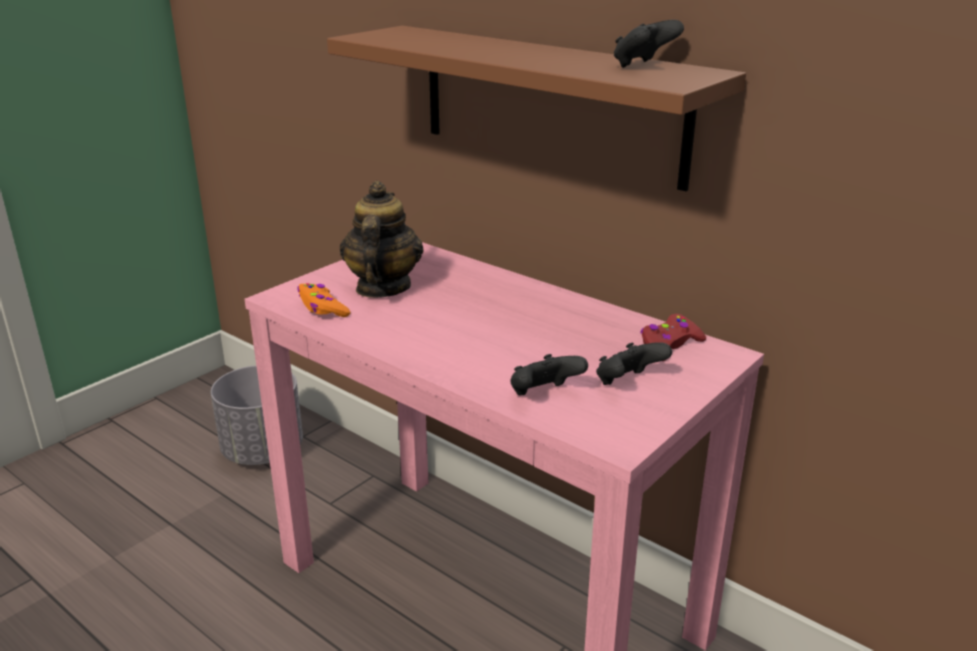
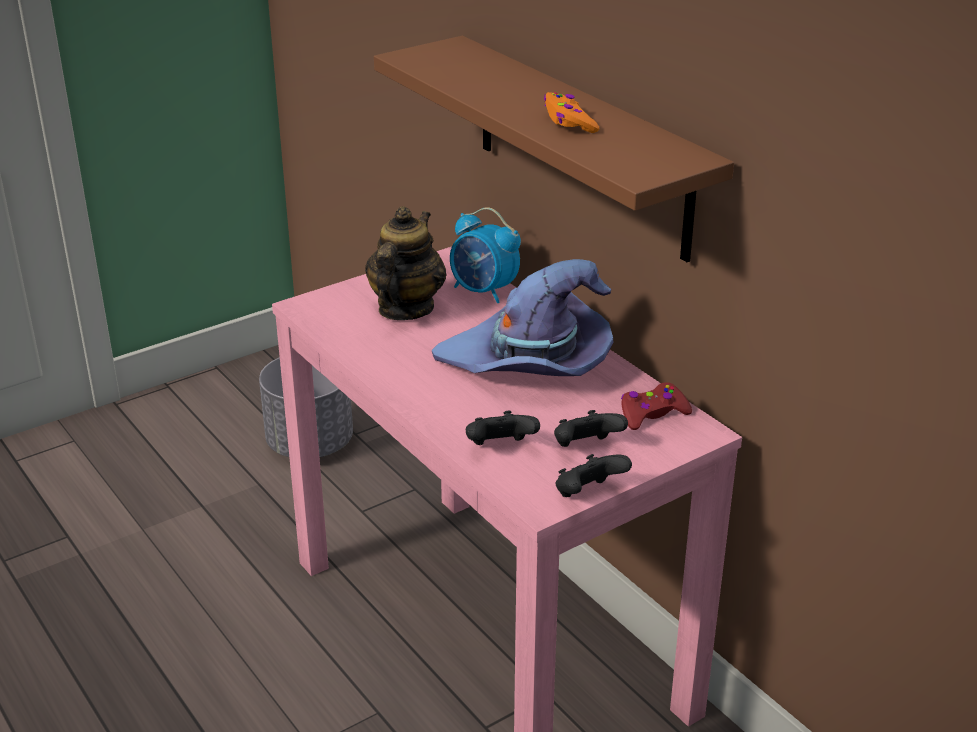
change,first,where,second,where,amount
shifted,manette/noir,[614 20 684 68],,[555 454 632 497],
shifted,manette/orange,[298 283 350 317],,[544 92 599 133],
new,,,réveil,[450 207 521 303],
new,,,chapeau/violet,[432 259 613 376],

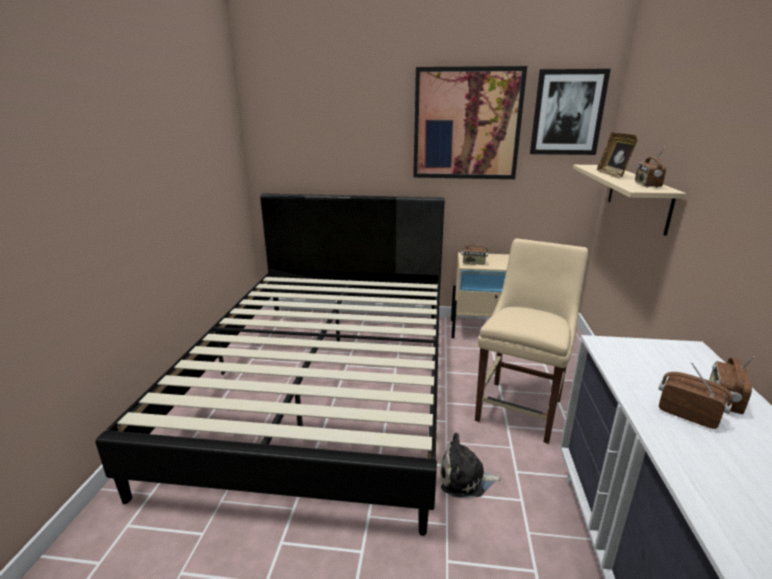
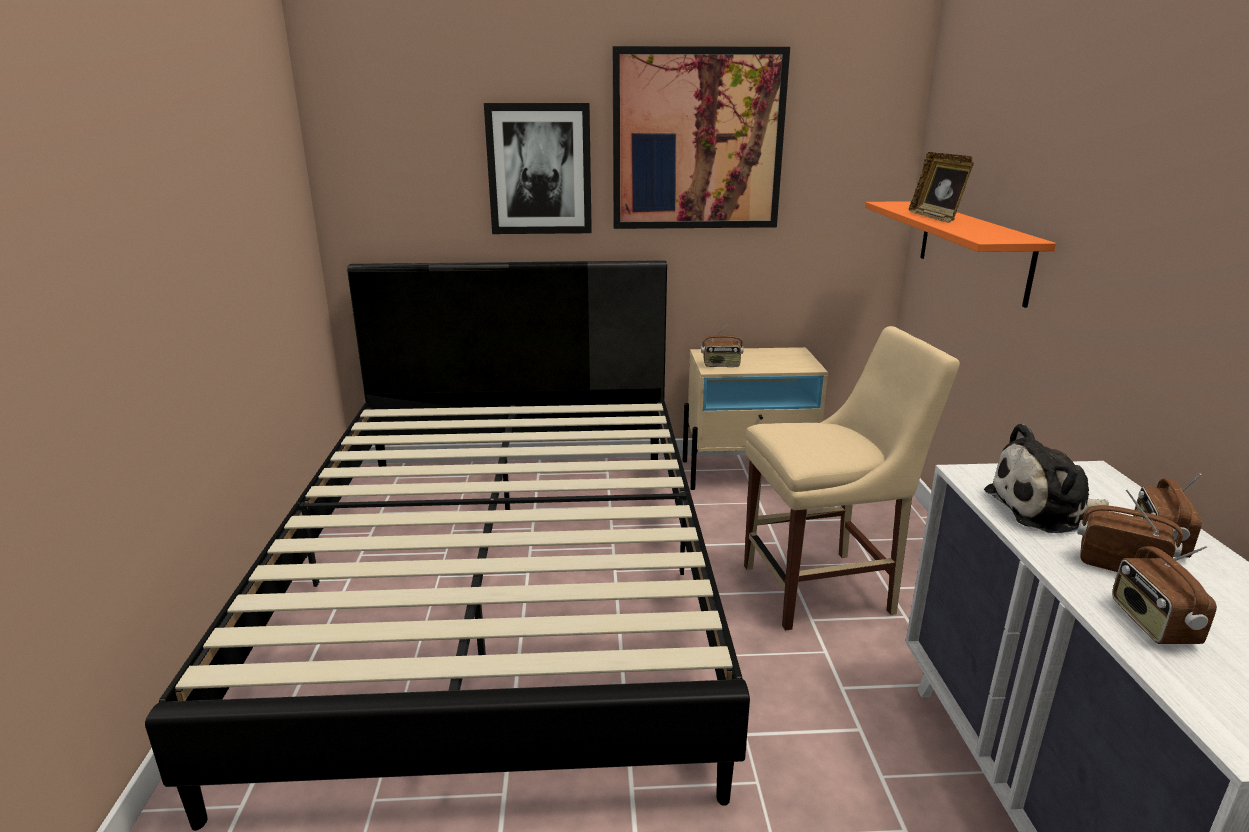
change,first,where,second,where,amount
shifted,tableau,[530 69 611 155],,[484 103 592 234],
shifted,radio,[635 148 666 188],,[1112 546 1217 644],
repainted,étagère/beige,[573 165 686 236],étagère/orange,[865 201 1056 308],
rotated,chaise/beige,[475 238 588 444],,[744 326 960 631],60 degrees clockwise
shifted,peluche,[441 433 502 497],,[984 424 1109 533],

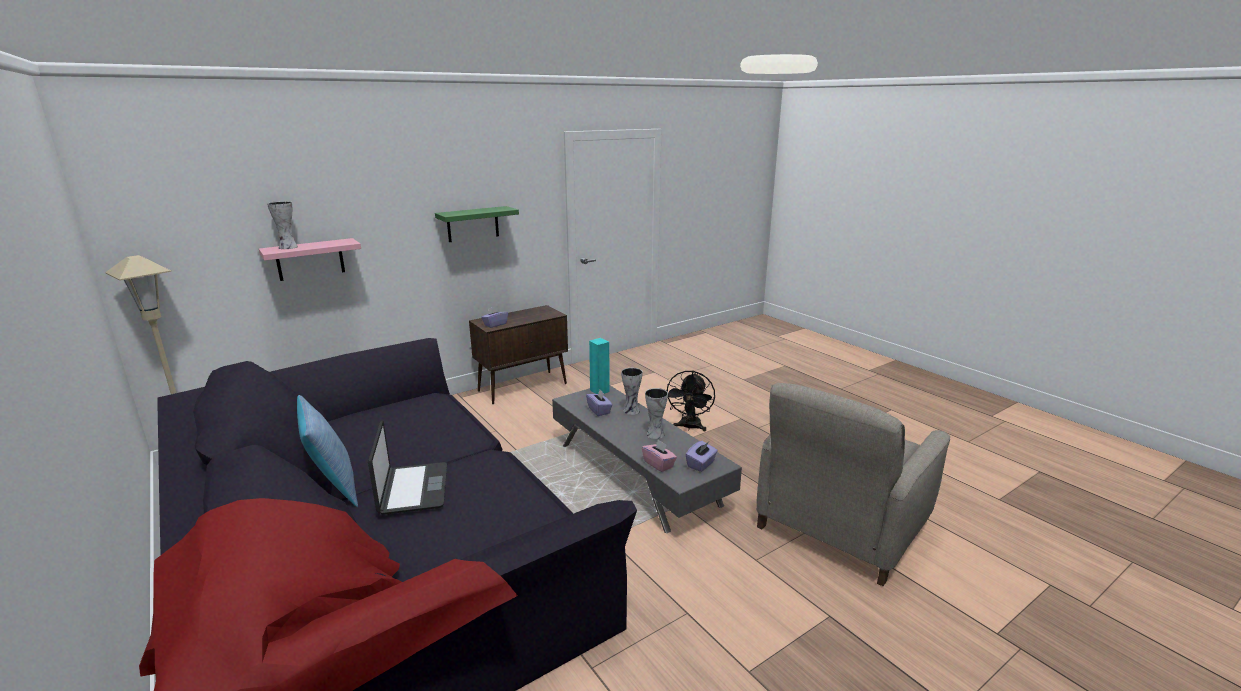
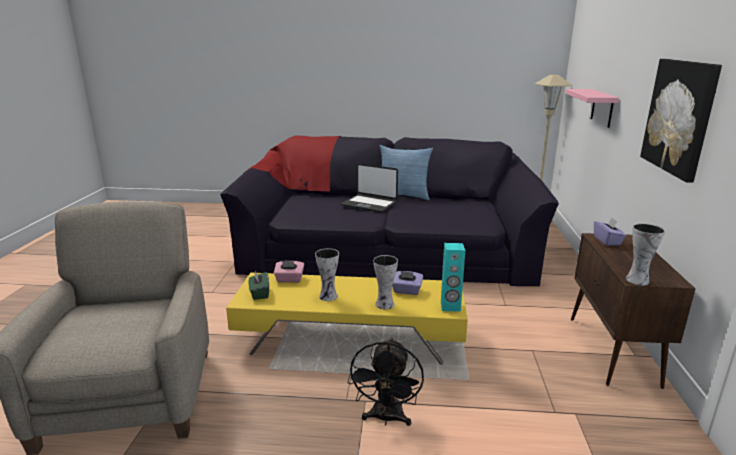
change,first,where,second,where,amount
shifted,vase,[267 201 298 249],,[626 223 665 285],
swapped,étagère/vert,[435 206 519 242],tableau,[640 59 722 183],
rotated,ventilateur/noir,[667 370 715 432],,[348 338 424 426],135 degrees counterclockwise
repainted,table basse/gris,[552 386 742 533],table basse/jaune,[226 273 468 365],
repainted,boîte à mouchoirs/violet,[686 441 718 472],boîte à mouchoirs/vert,[249 271 269 300],

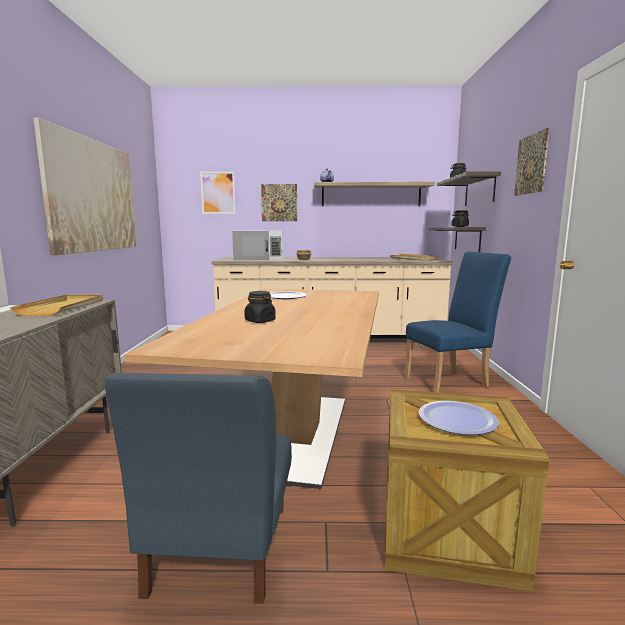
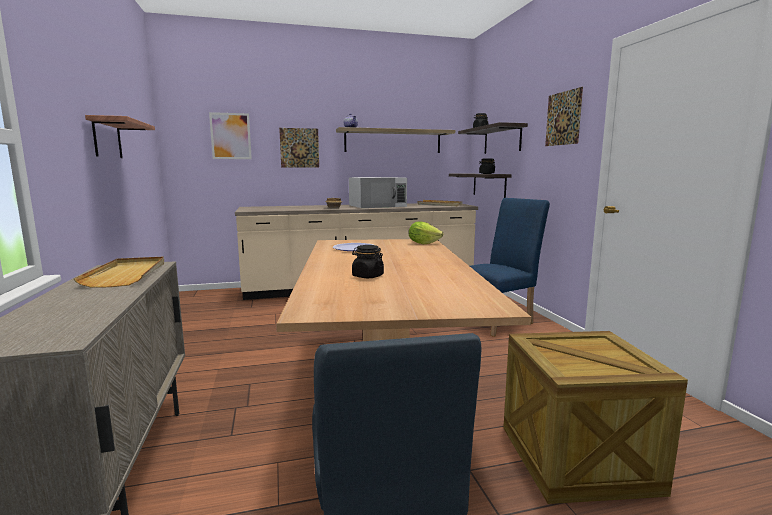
change,first,where,second,where,amount
swapped,tableau,[33 118 136 255],étagère,[85 115 155 158],
shifted,micro-ondes/blanc,[232 231 283 261],,[349 177 407 208],
gone,assiette,[419 401 499 435],,,
new,,,laitue,[409 221 443 244],

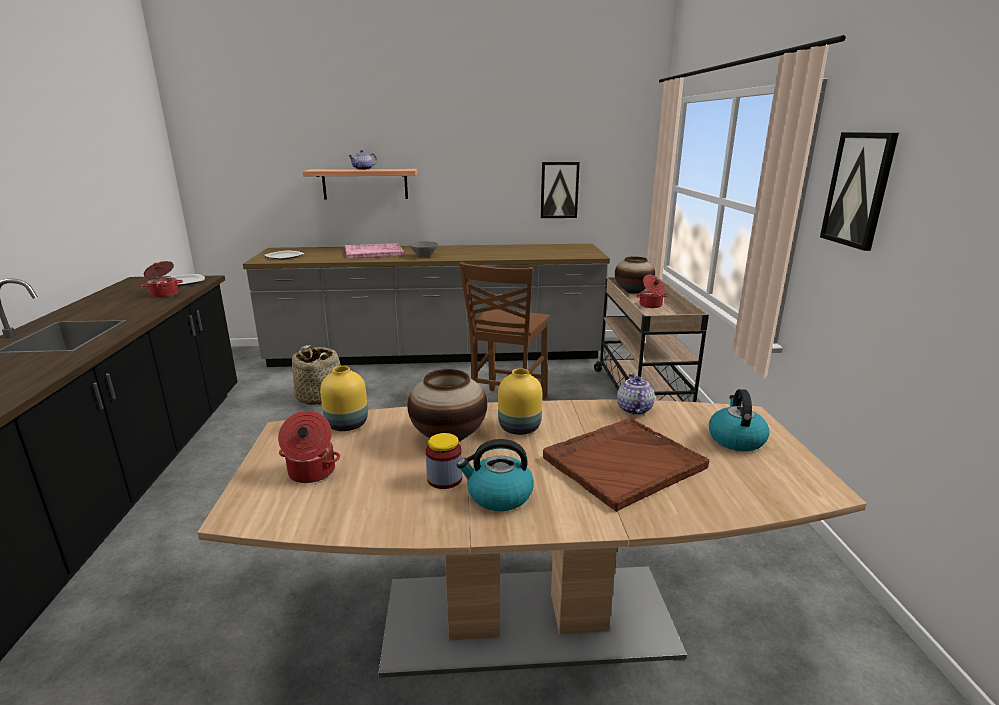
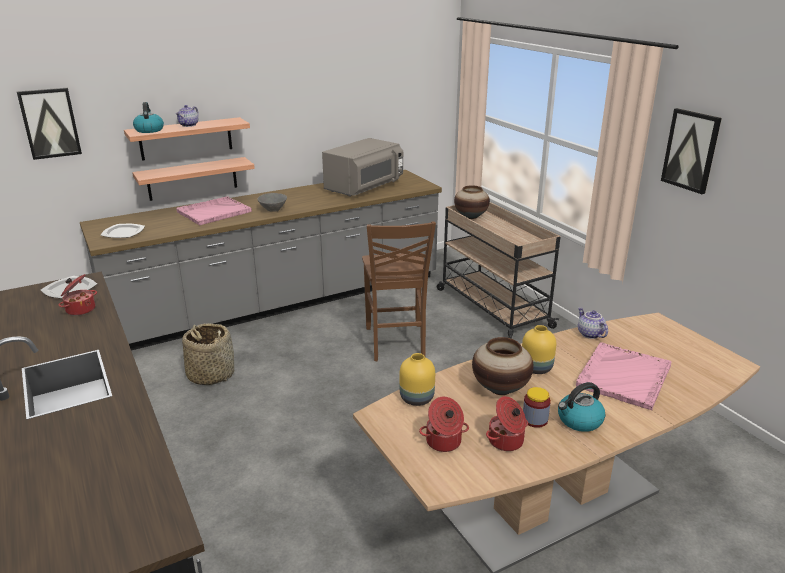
change,first,where,second,where,amount
shifted,tableau,[541 162 580 218],,[17 88 82 160],
shifted,marmite,[636 274 667 308],,[486 396 528 451],
shifted,bouilloire,[709 389 770 451],,[133 102 164 133],
repainted,plateau/marron,[543 418 709 512],plateau/rose,[576 342 671 410],
new,,,micro-ondes/gris,[322 138 403 197],
new,,,étagère,[132 157 255 201],

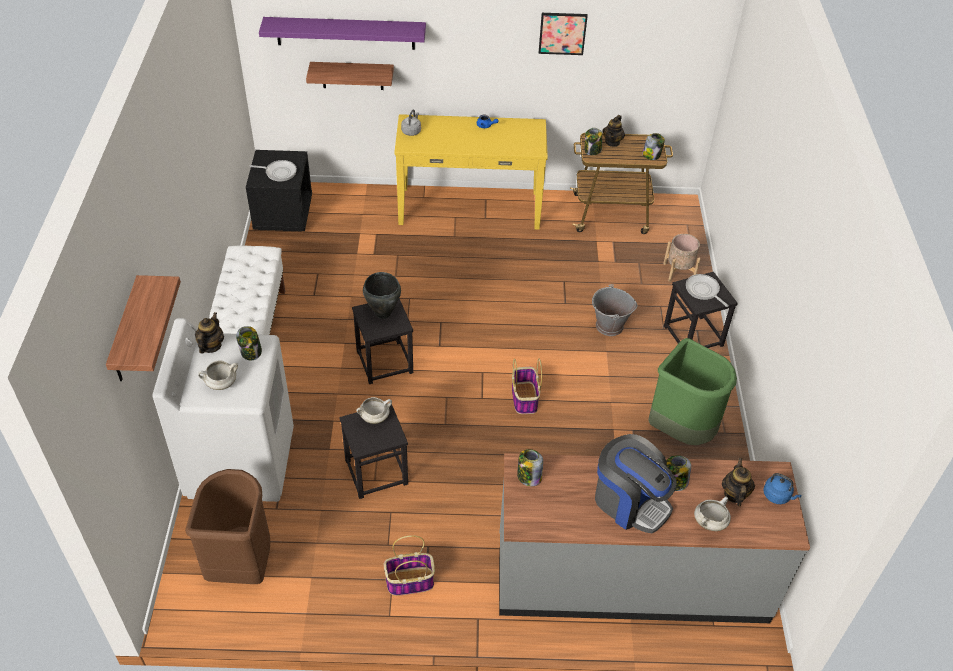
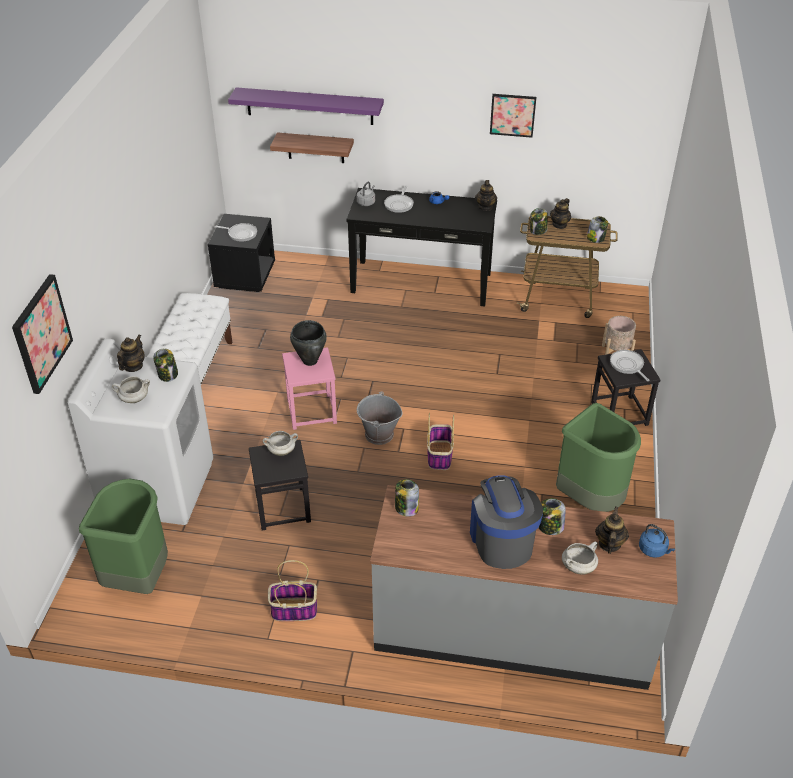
change,first,where,second,where,amount
repainted,table console/jaune,[394 114 548 230],table console/noir,[346 188 497 306],
swapped,étagère,[106 275 181 381],tableau,[12 274 73 394],
shifted,seau/gris,[592 284 638 336],,[357 391 403 445],
repainted,tabouret/noir,[352 298 413 384],tabouret/rose,[282 347 337 430],
rotated,machine à café,[595 434 677 533],,[470 475 543 569],150 degrees counterclockwise
repainted,poubelle/marron,[185 469 270 584],poubelle/vert,[79 479 168 594],
new,,,théière,[475 180 497 211],
new,,,poêle,[384 186 414 213],

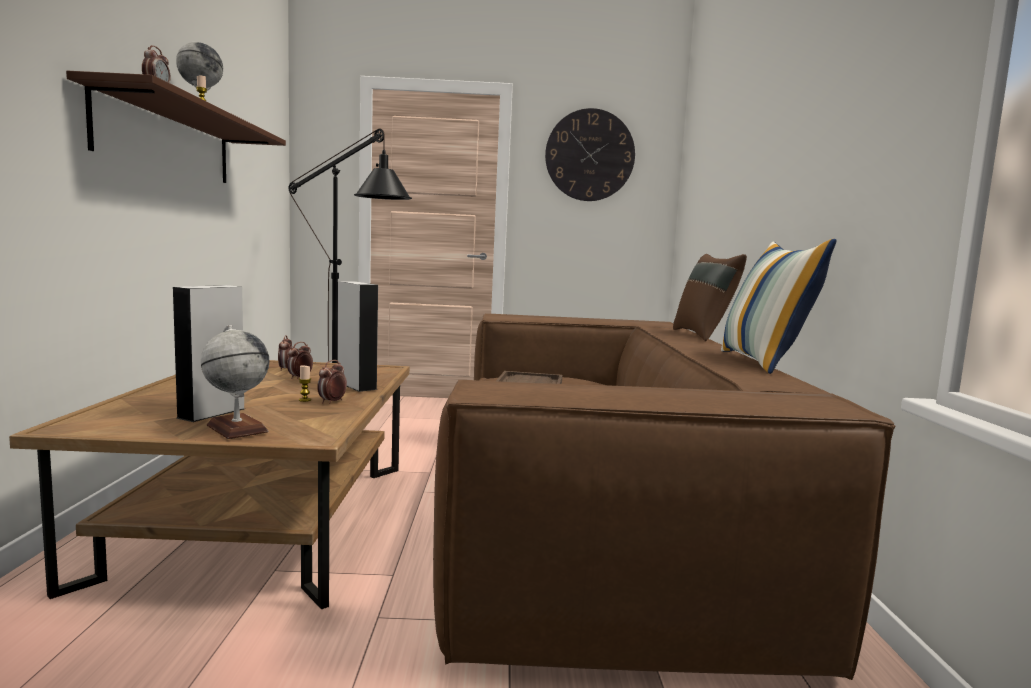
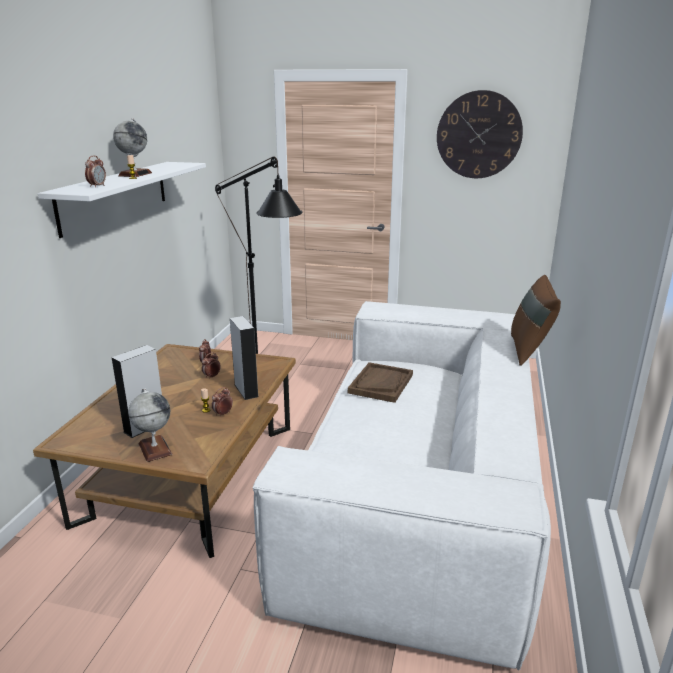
change,first,where,second,where,amount
repainted,étagère/marron,[66 71 286 183],étagère/blanc,[38 162 206 238],
gone,coussin,[721 239 837 374],,,
repainted,canapé/marron,[433 314 896 680],canapé/blanc,[252 301 551 671],

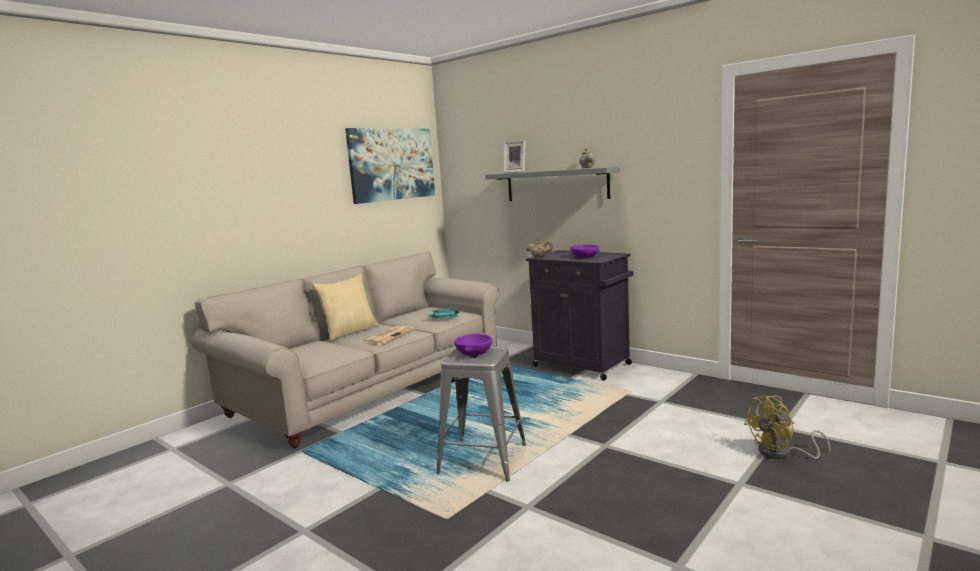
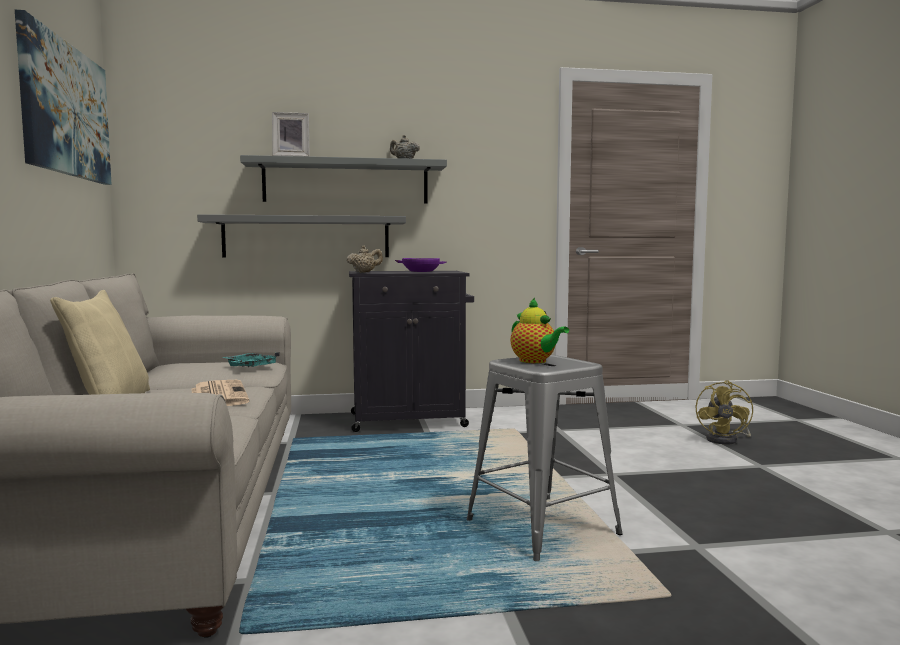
change,first,where,second,where,amount
swapped,bol/violet,[454 334 493 356],théière,[510 298 569 363],
new,,,étagère/gris,[197 214 406 258],

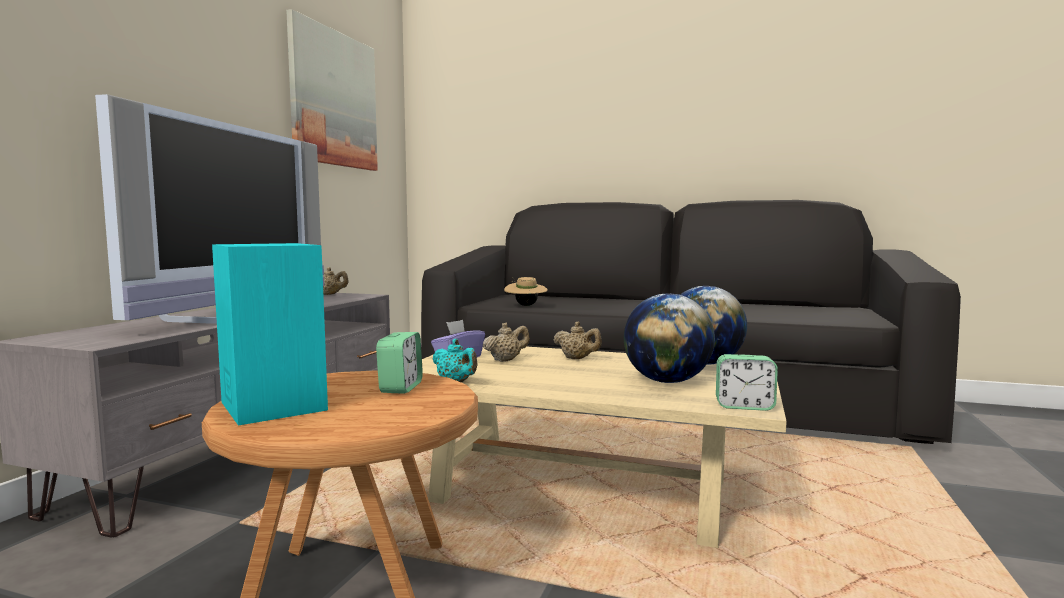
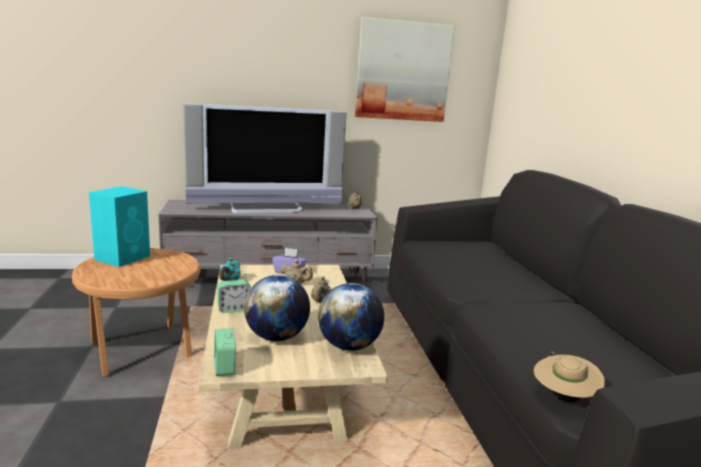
change,first,where,second,where,amount
shifted,chapeau/beige,[504 277 548 306],,[534 352 605 402],
shifted,réveil,[376 332 423 394],,[217 279 251 313],

